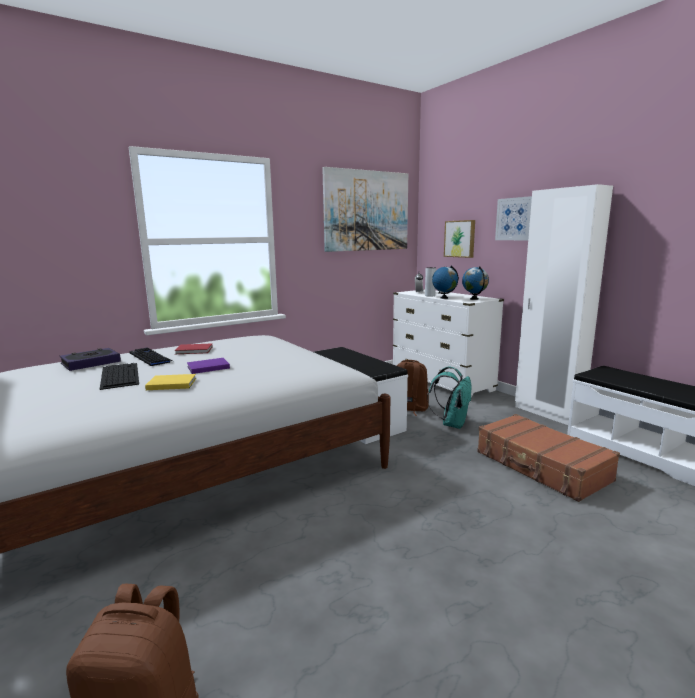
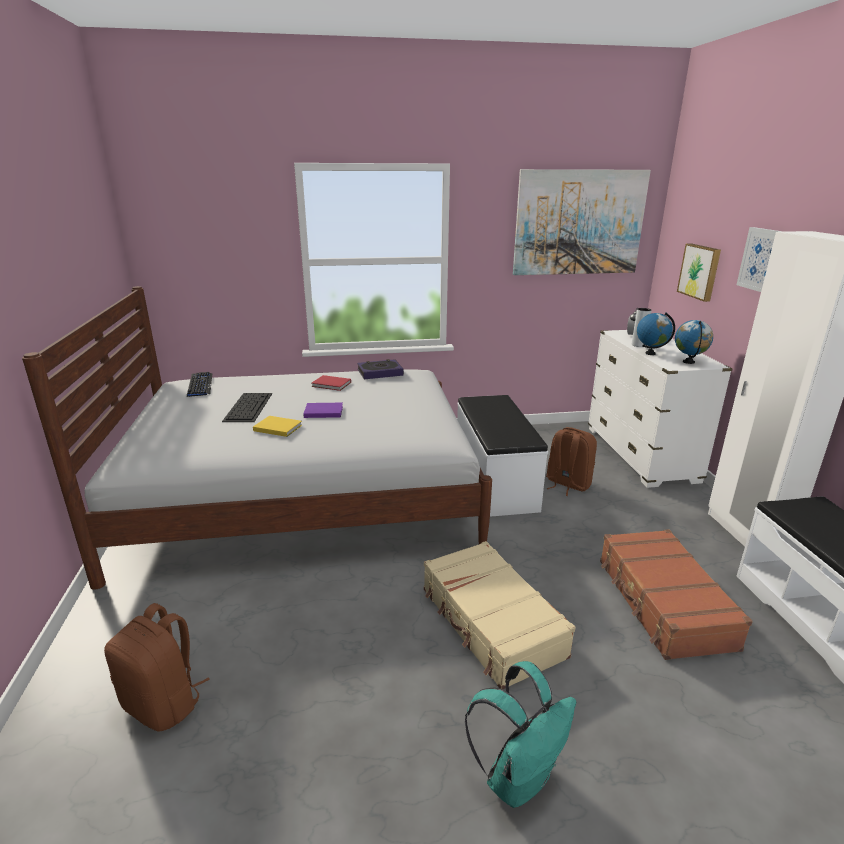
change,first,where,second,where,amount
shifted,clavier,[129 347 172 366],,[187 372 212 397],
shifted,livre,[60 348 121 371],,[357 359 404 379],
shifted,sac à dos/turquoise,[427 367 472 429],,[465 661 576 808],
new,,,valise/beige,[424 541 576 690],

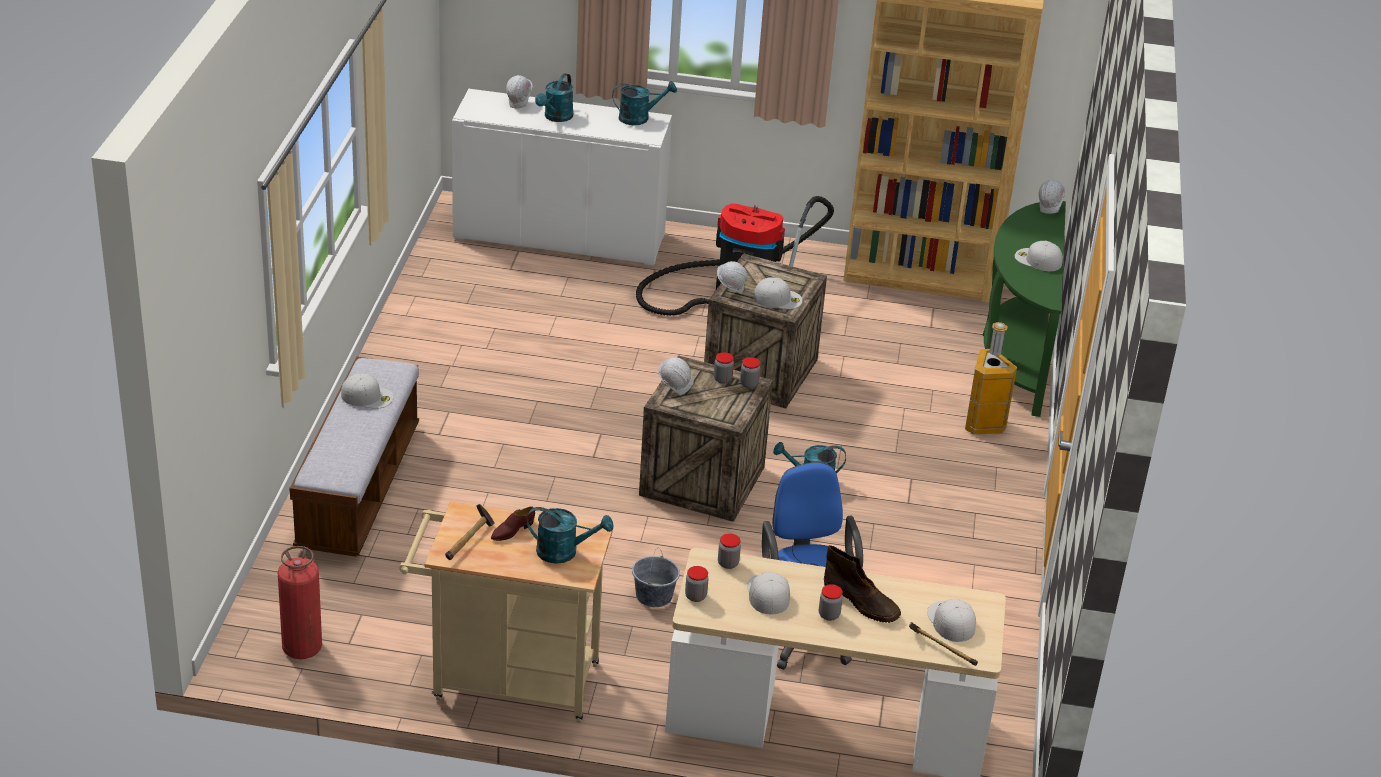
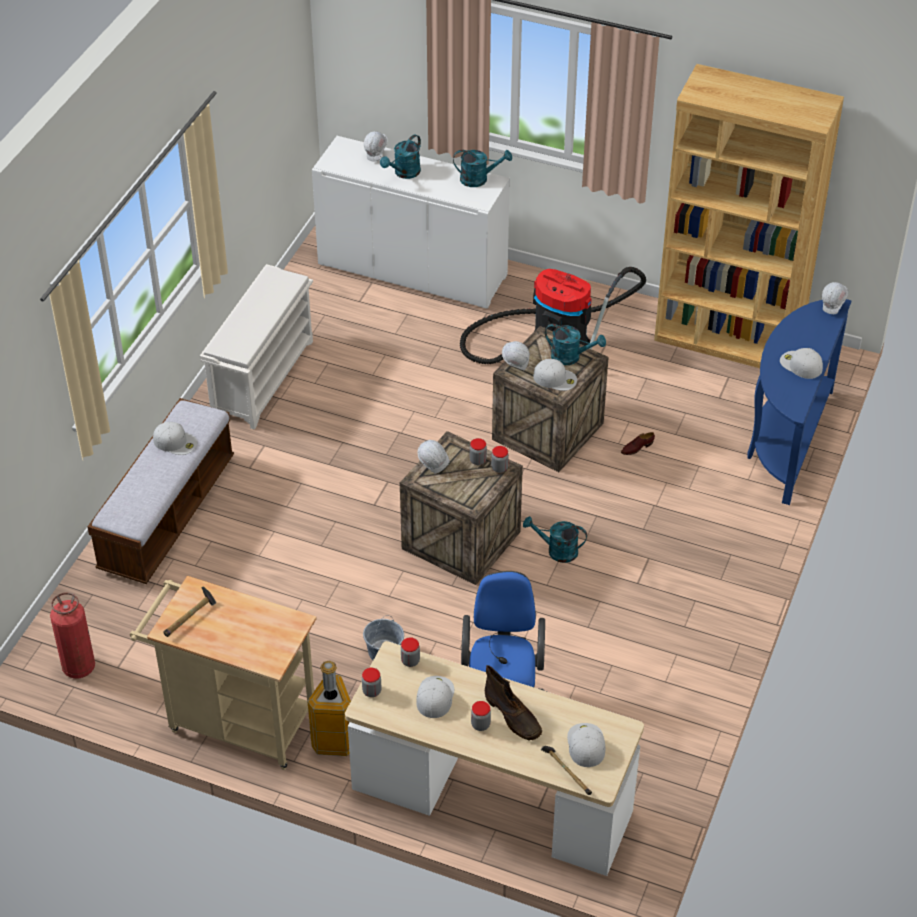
change,first,where,second,where,amount
repainted,table console/vert,[983 201 1066 417],table console/bleu,[747 299 851 505],
shifted,poubelle,[965 322 1017 435],,[307 660 351 756],
shifted,chaussure/marron,[491 507 535 541],,[621 432 655 455],
shifted,arrosoir/turquoise,[527 507 613 564],,[545 324 606 365],
new,,,étagère à chaussures/blanc,[200 264 313 430],

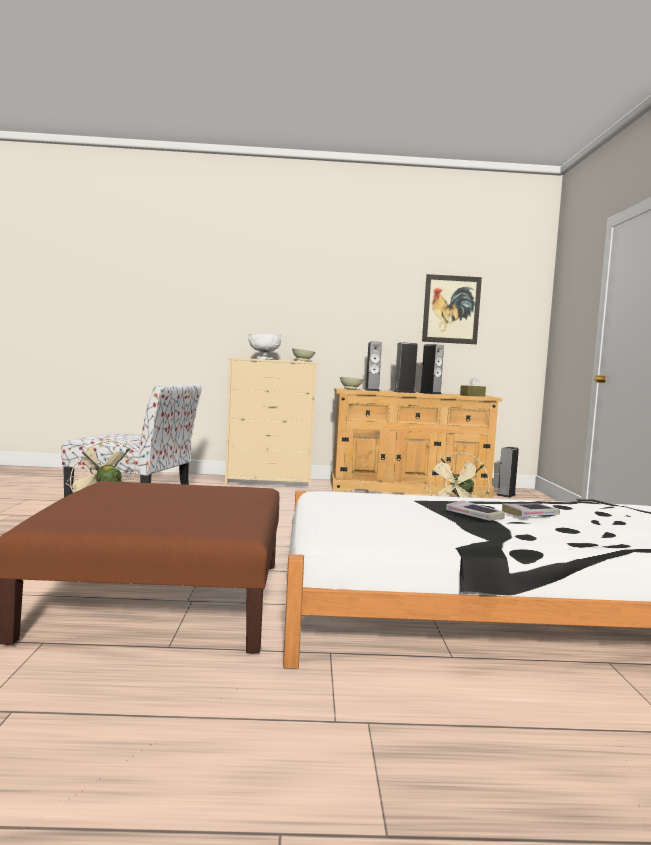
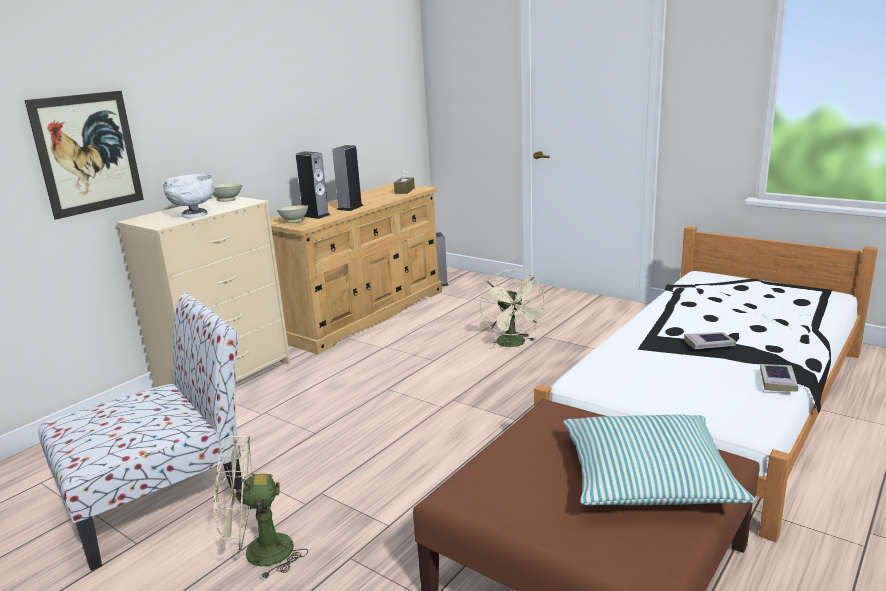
change,first,where,second,where,amount
shifted,tableau,[422 274 482 344],,[25 91 144 220],
gone,enceinte,[419 344 444 394],,,
shifted,livre,[502 503 560 517],,[760 364 798 391],
new,,,coussin,[563 415 756 505],

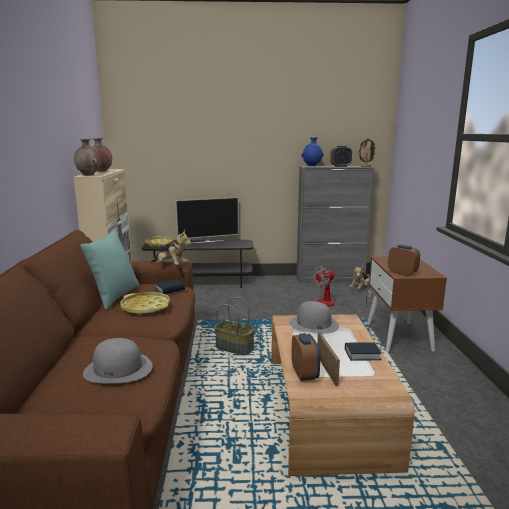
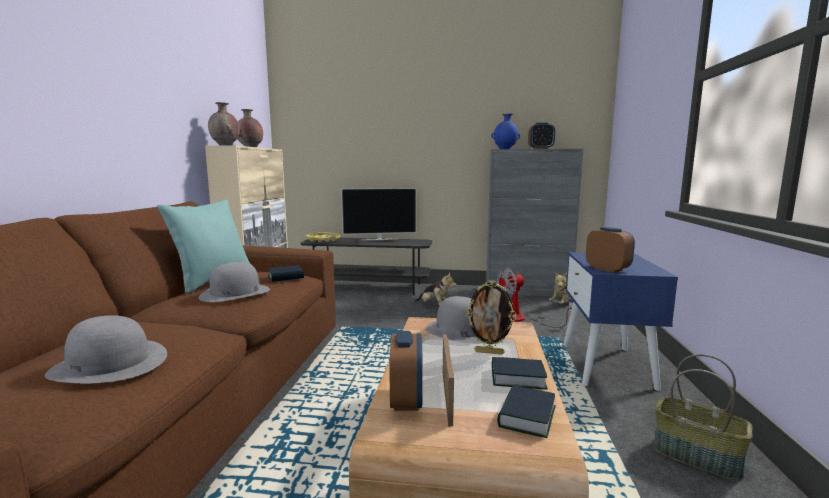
change,first,where,second,where,amount
shifted,cadre photo,[358 138 377 167],,[466 280 517 355],
shifted,peluche,[151 230 191 265],,[415 272 456 305],
repainted,table de chevet/marron,[367 257 447 352],table de chevet/bleu,[563 252 678 391],
swapped,plateau/jaune,[120 292 170 315],chapeau/gris,[199 262 270 302],
shifted,panier,[214 297 255 355],,[653 354 753 481],
new,,,livre,[497 385 556 438],

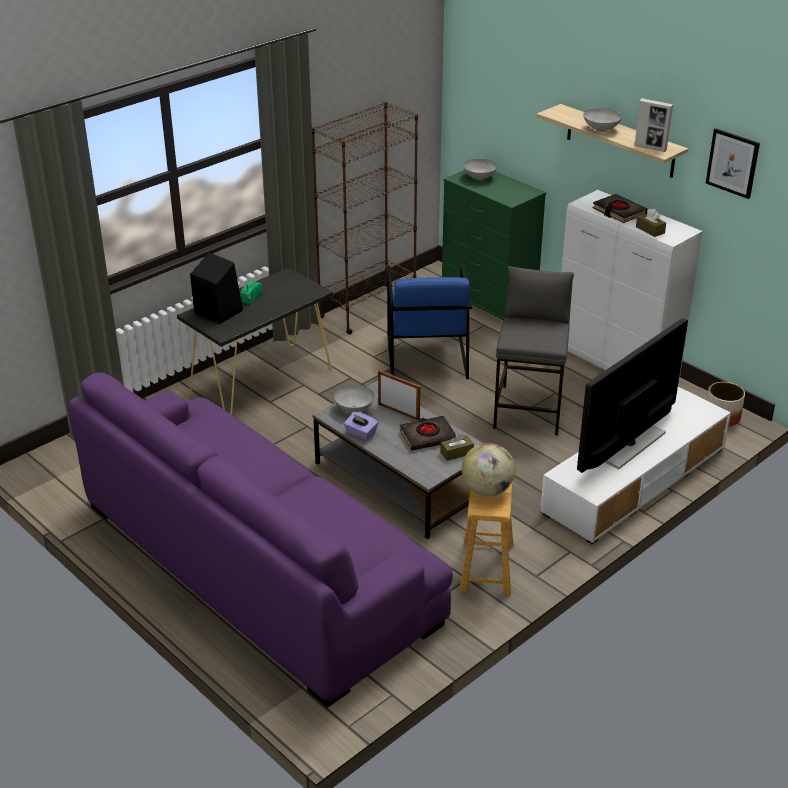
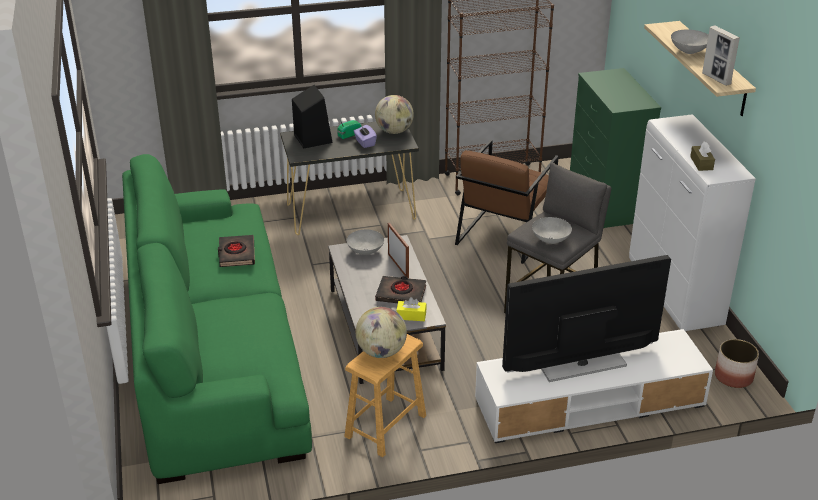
change,first,where,second,where,amount
gone,tableau,[706 128 760 199],,,
shifted,bol/gris,[463 159 497 180],,[532 217 572 244],
shifted,livre/noir,[593 194 648 223],,[218 235 255 267],
repainted,fauteuil/bleu,[387 264 472 379],fauteuil/marron,[455 140 559 264],
repainted,canapé/violet,[68 372 453 708],canapé/vert,[122 154 312 484],
shifted,boîte à mouchoirs/violet,[344 412 378 441],,[354 125 377 148],
repainted,boîte à mouchoirs/marron,[440 433 474 461],boîte à mouchoirs/jaune,[396 297 427 321],
new,,,globe,[375 95 414 134],

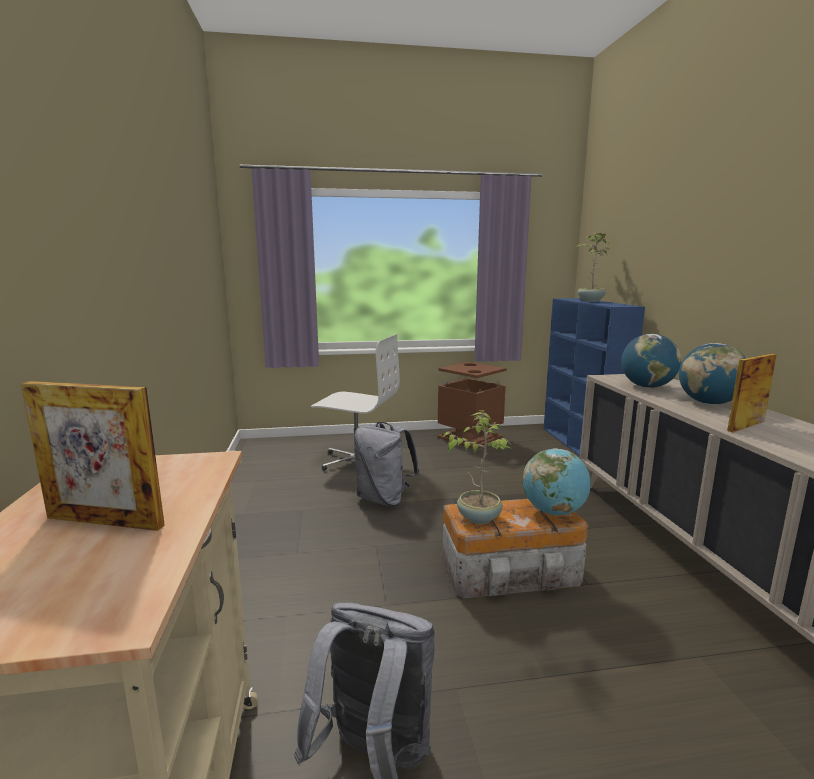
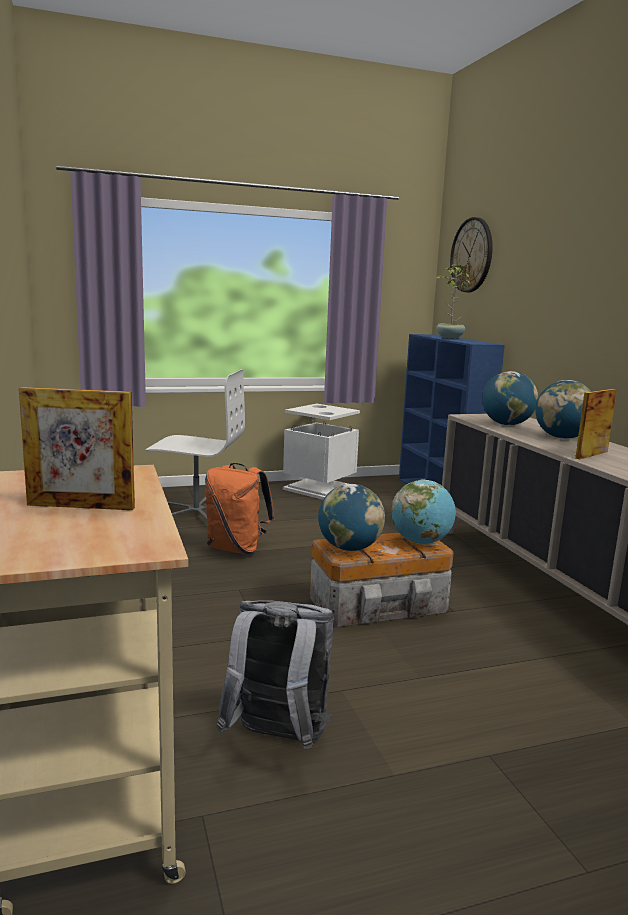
change,first,where,second,where,amount
repainted,poubelle/marron,[437 362 506 449],poubelle/blanc,[283 404 360 500],
swapped,plante en pot,[442 410 513 524],globe,[318 484 385 551],
repainted,sac à dos/gris,[354 422 419 506],sac à dos/orange,[205 463 275 554],
new,,,horloge murale,[450 217 493 292],

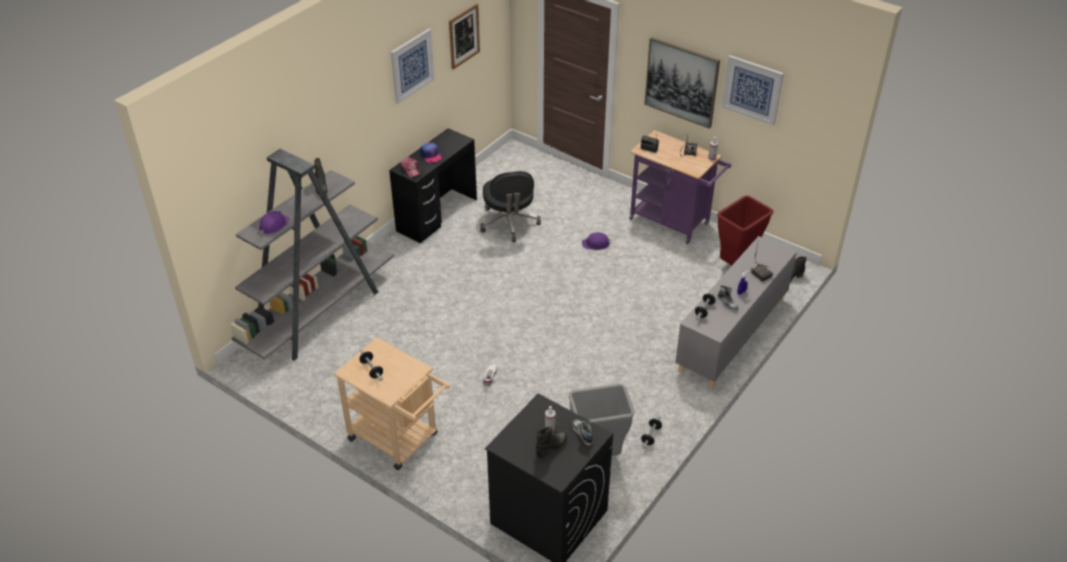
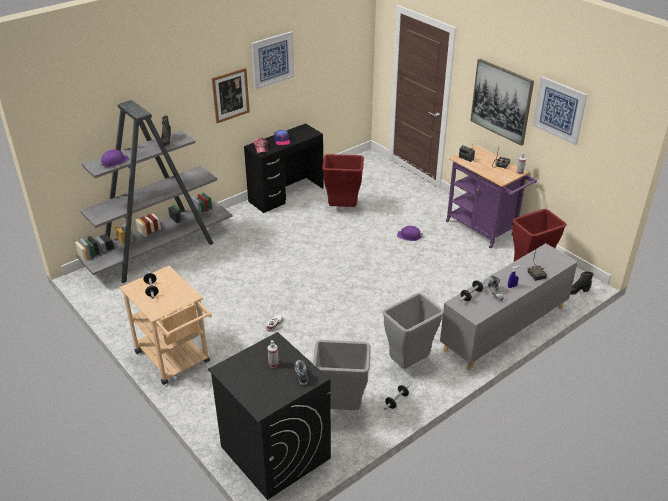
change,first,where,second,where,amount
shifted,tableau,[449 4 480 70],,[212 68 250 123],
swapped,chaise de bureau/noir,[480 171 541 242],poubelle/rouge,[322 154 364 207],
gone,botte/noir,[536 426 567 458],,,
new,,,poubelle/gris,[382 293 444 369],

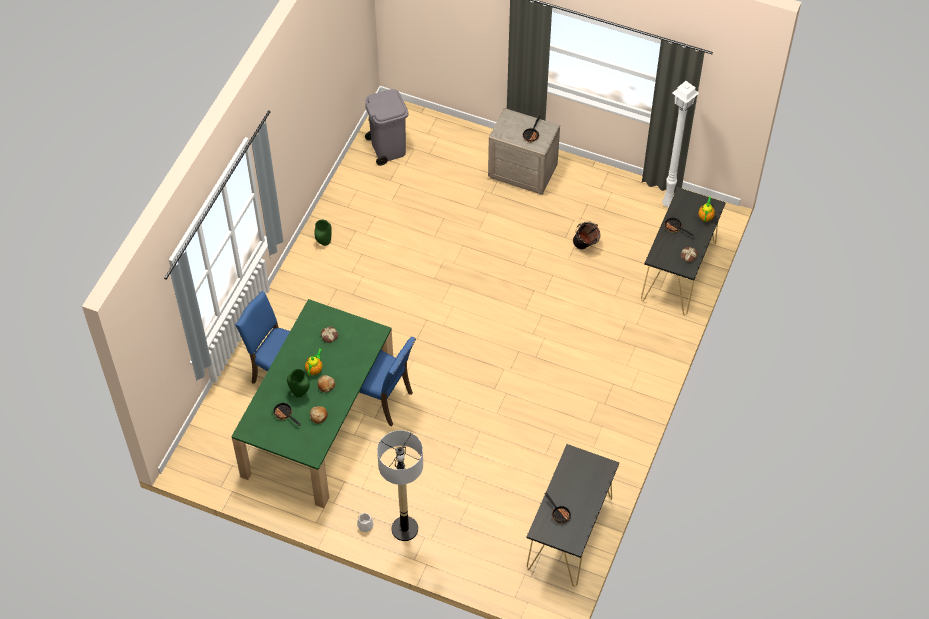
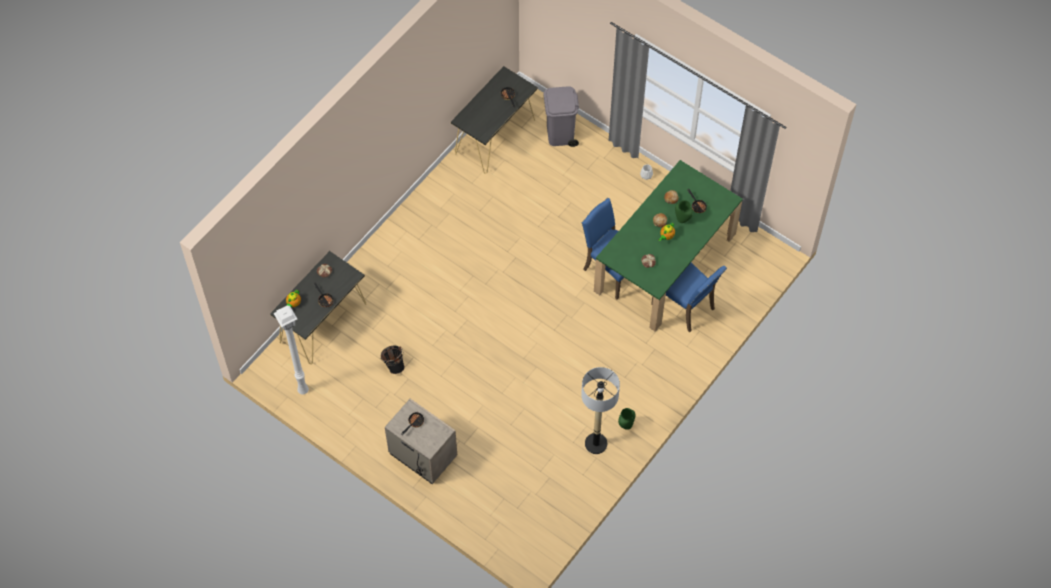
change,first,where,second,where,amount
shifted,poubelle/gris,[365 89 409 166],,[543 86 579 147],
shifted,lampadaire,[377 430 423 541],,[581 367 620 454],

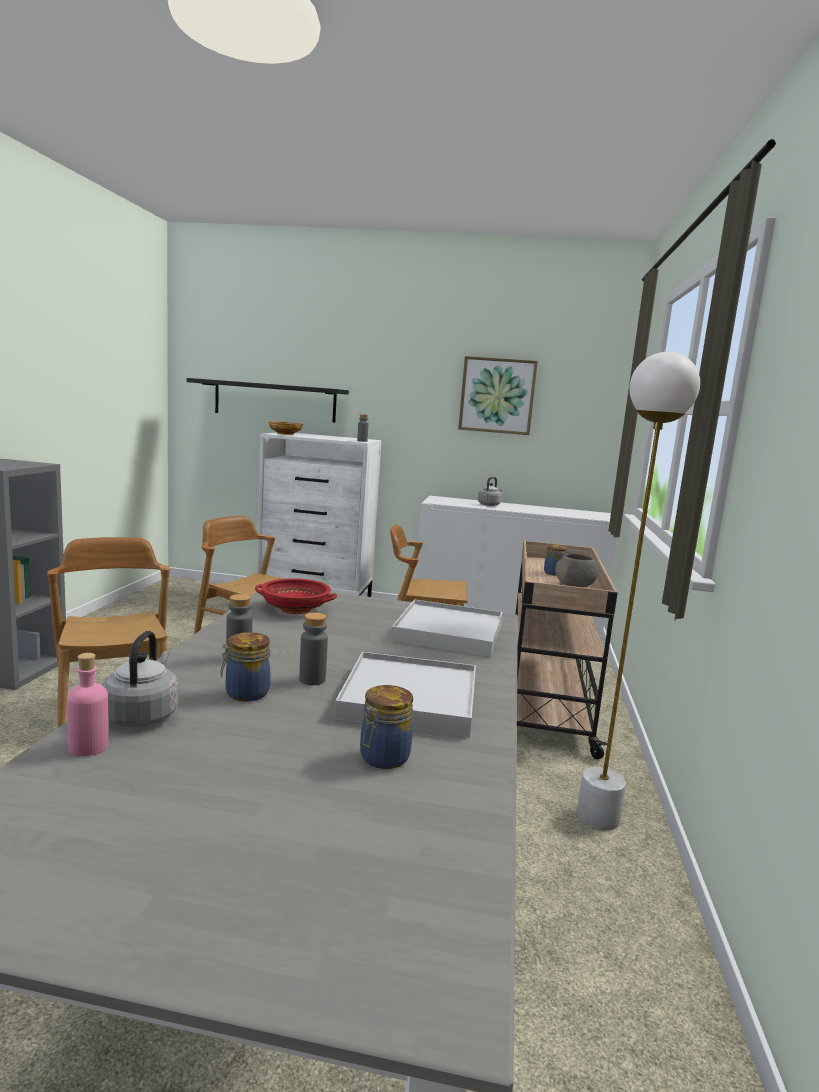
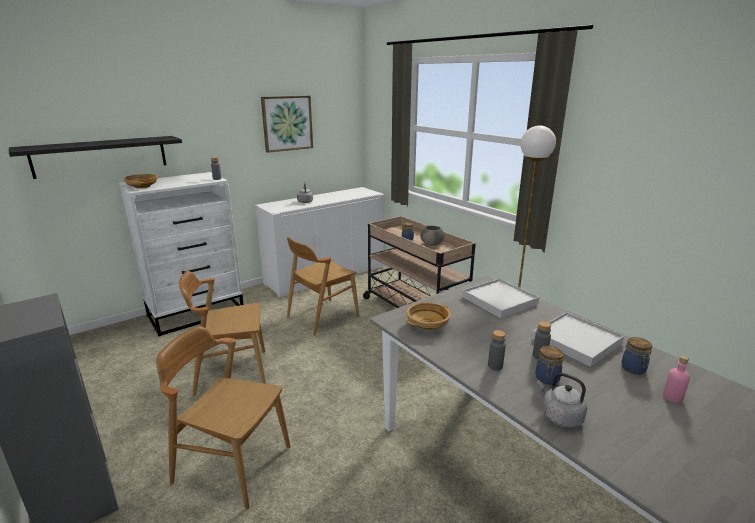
change,first,where,second,where,amount
repainted,bol/rouge,[255 578 337 614],bol/beige,[406 302 451 330],
shifted,bouteille/rose,[67 653 109 756],,[663 355 690 403],

